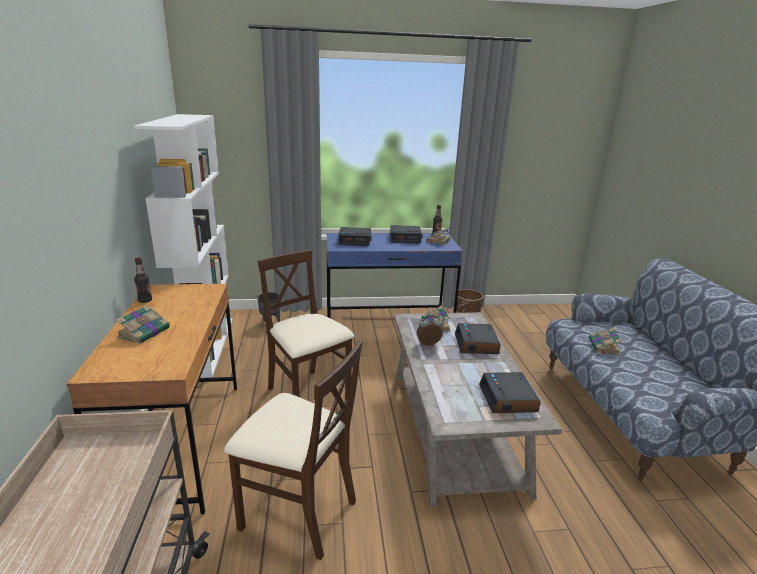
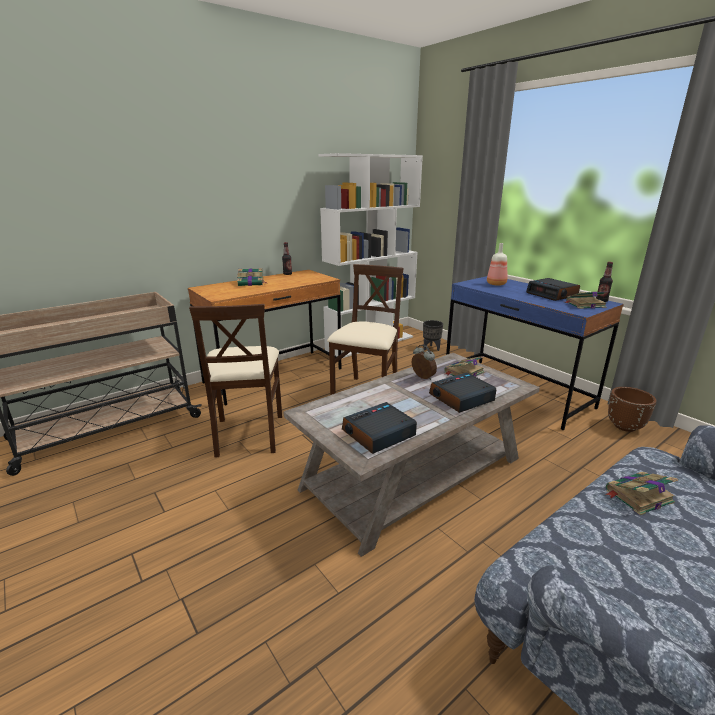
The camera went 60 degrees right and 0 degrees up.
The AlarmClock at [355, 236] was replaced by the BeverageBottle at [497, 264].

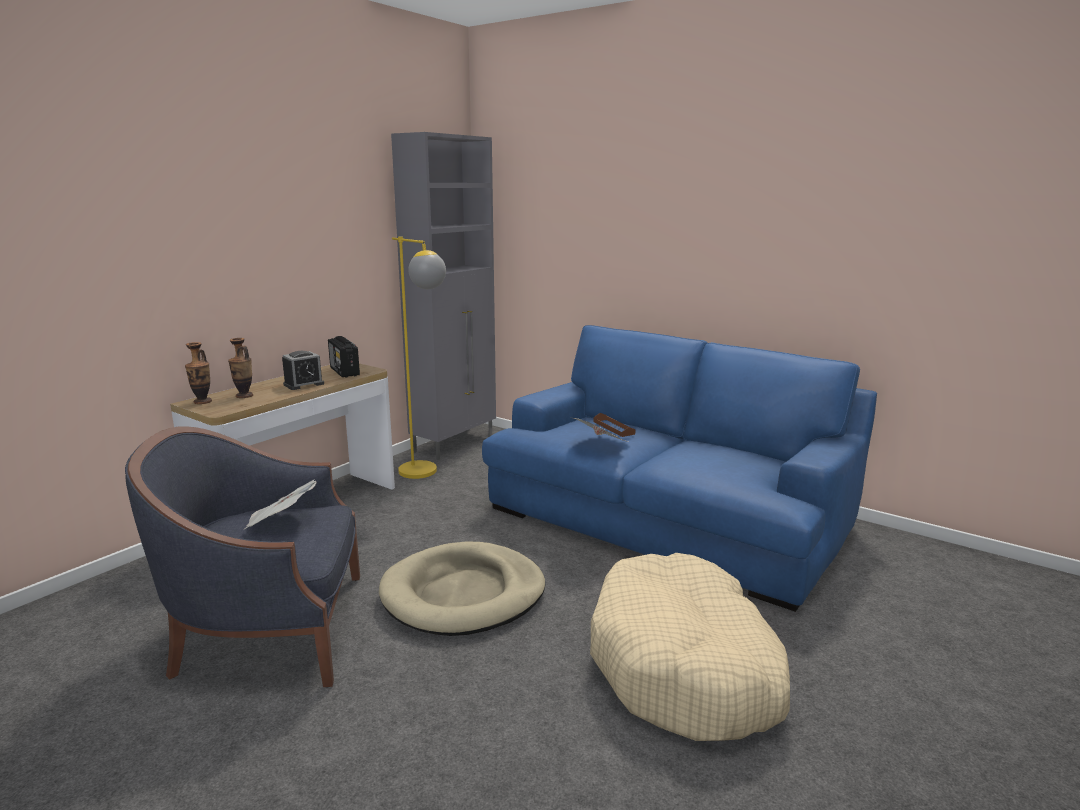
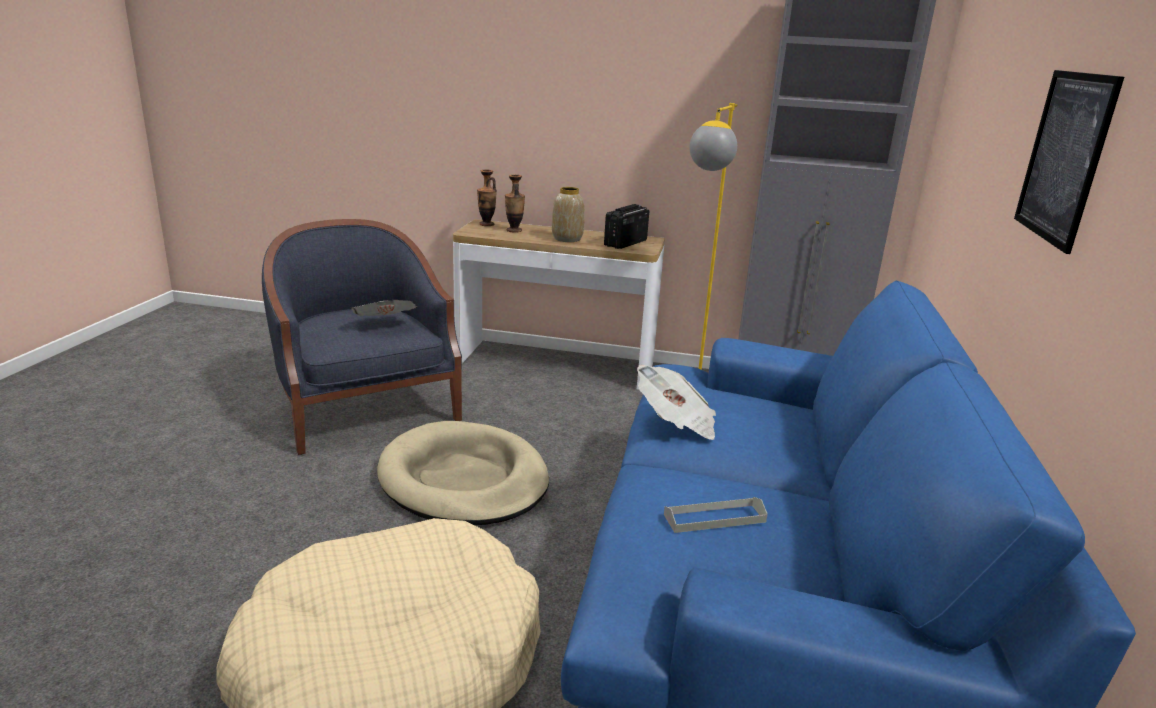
The camera went 65 degrees right and 5 degrees up.
The AlarmClock at [303, 370] was replaced by the FlowerVase at [568, 214].
The BrownishCarryingTray at [615, 425] disappeared.
The GrayCarryingTray at [716, 515] appeared.
The Picture at [1069, 162] appeared.

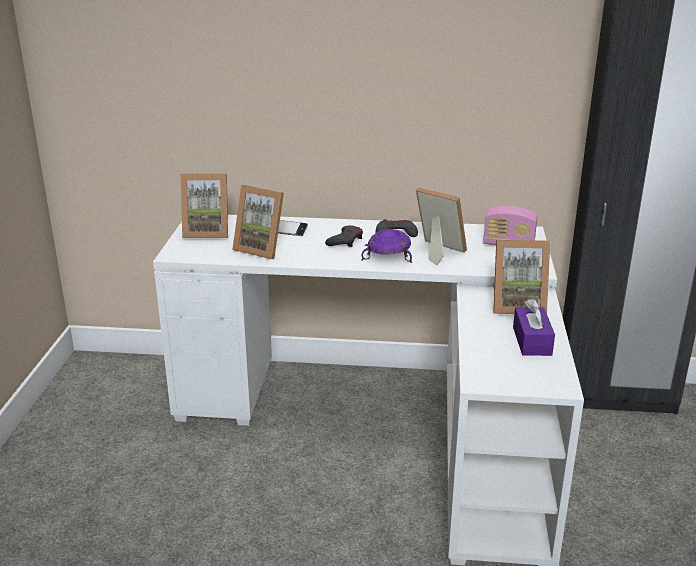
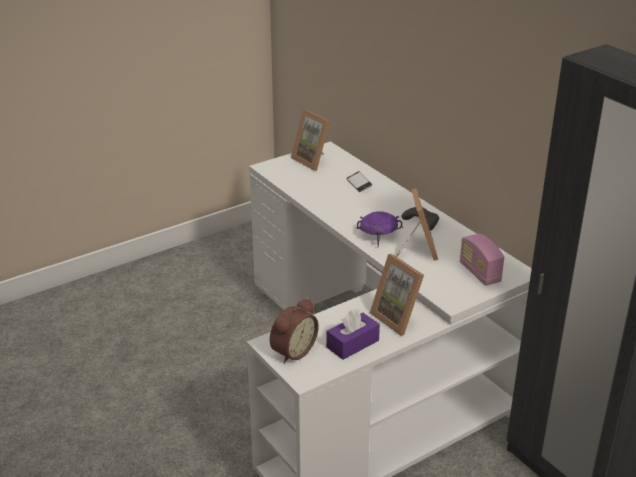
The camera went 50 degrees right and 5 degrees up.
The PictureFrame at [258, 222] disappeared.
The GrayGamepad at [344, 236] disappeared.
The AlarmClock at [294, 331] appeared.

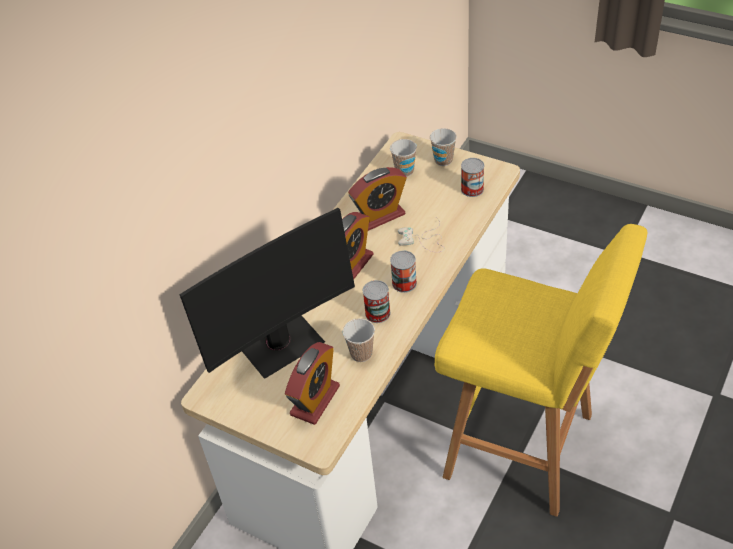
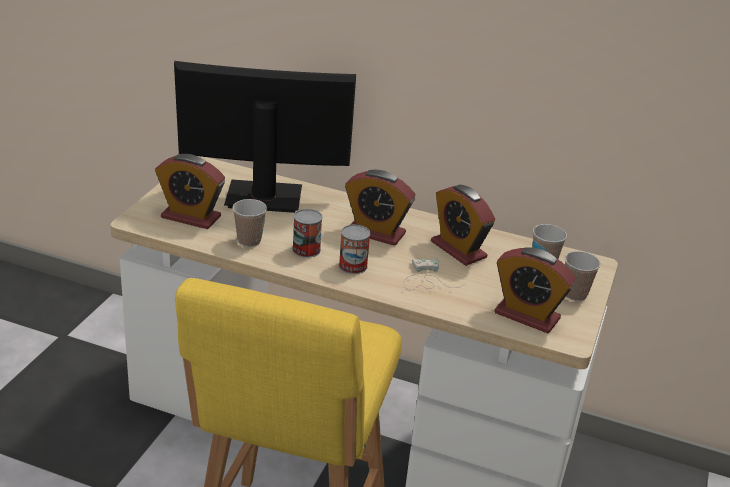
The camera went 75 degrees right and 15 degrees down.
The ComputerDisplay at [267, 293] turned 135 degrees clockwise.
The Can at [472, 177] was replaced by the AlarmClock at [535, 290].

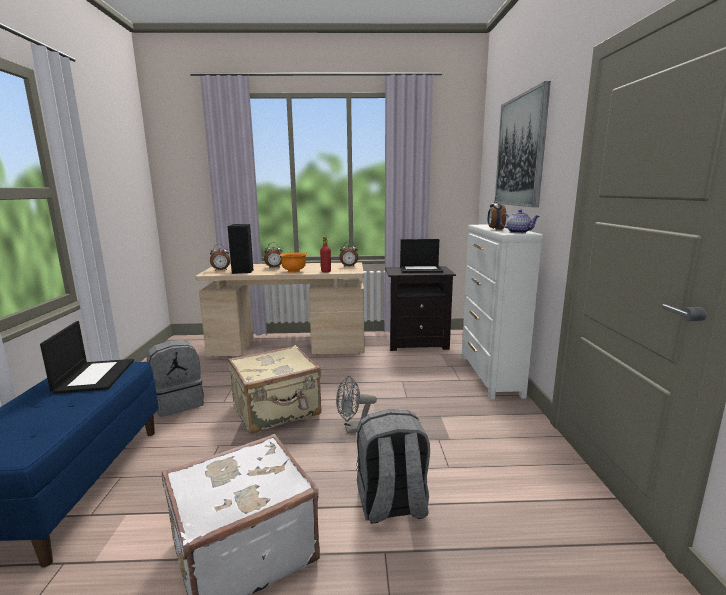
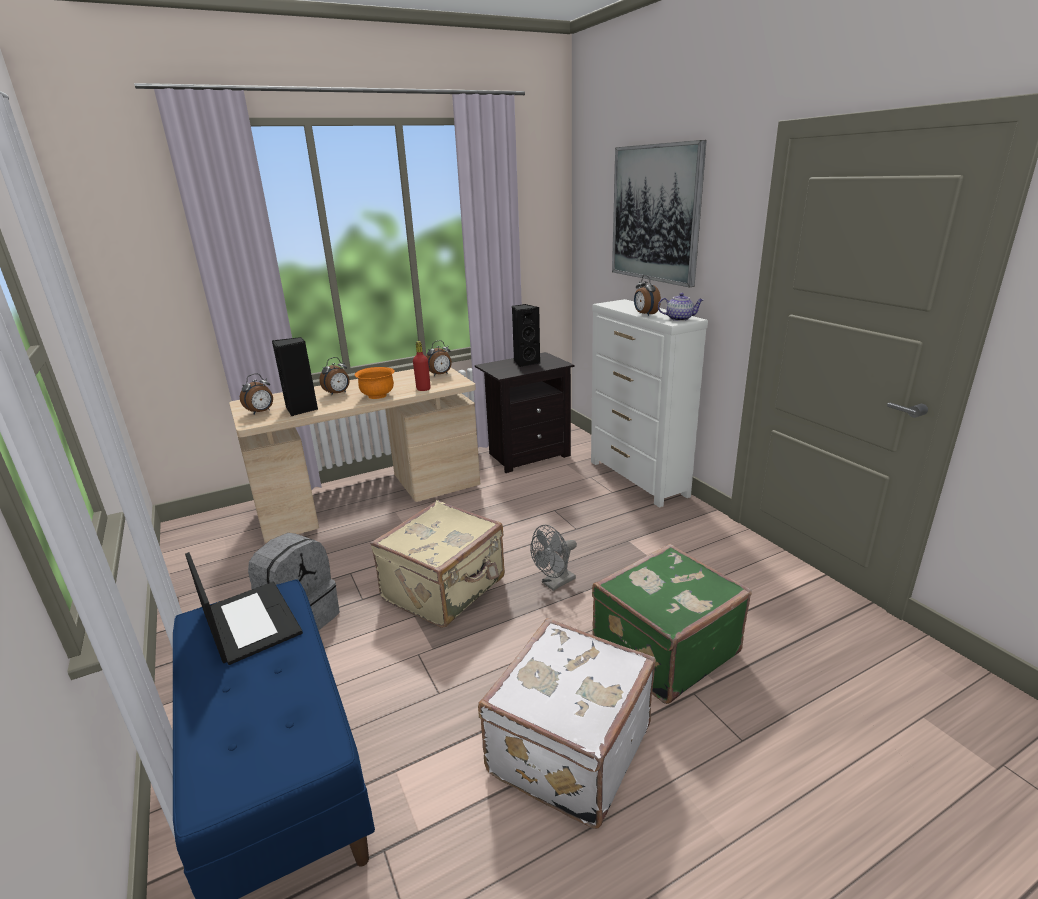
The camera went 25 degrees left and 10 degrees up.
The GrayKnapsack at [393, 466] was replaced by the GreenTravelCase at [672, 624].
The Laptop at [422, 256] was replaced by the BlackAudioSpeaker at [526, 335].

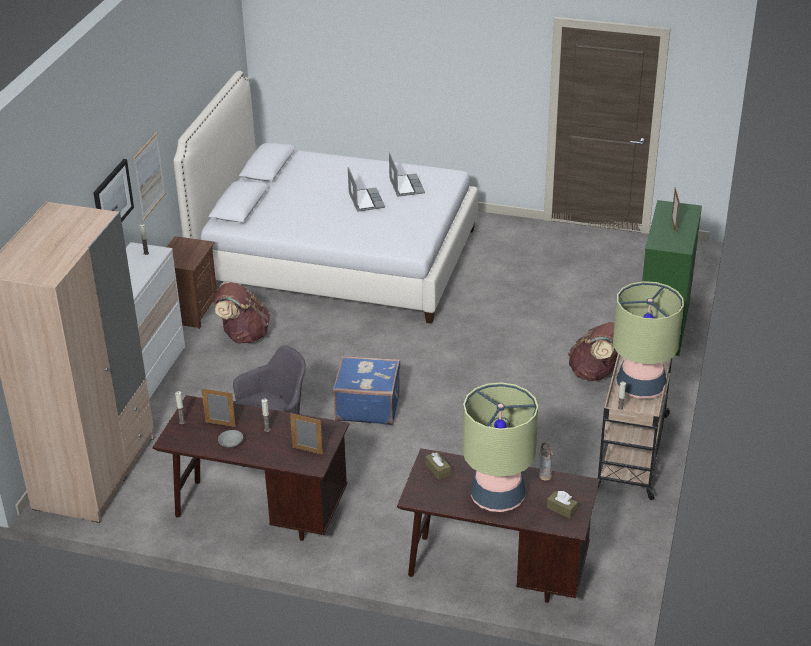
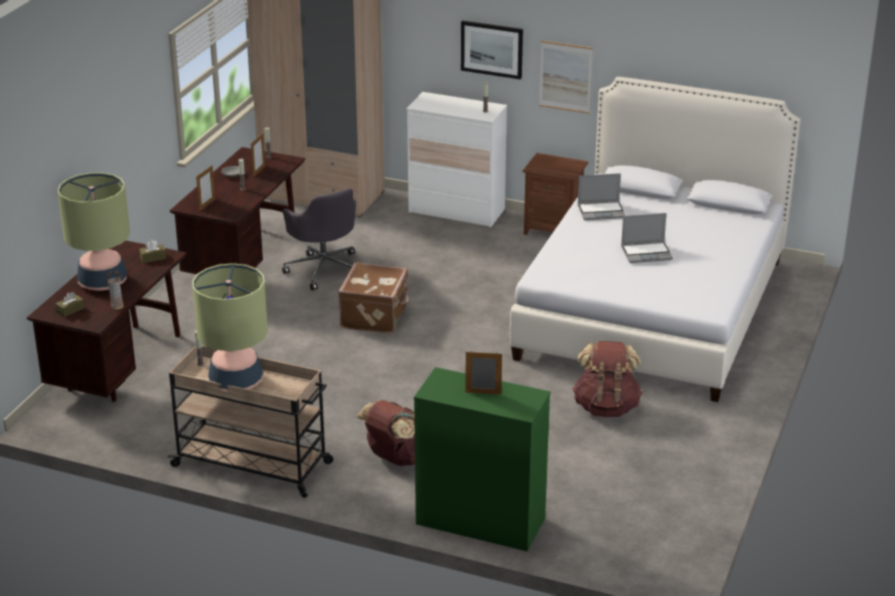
The camera went 95 degrees right and 5 degrees down.
The BrownishKnapsack moved from [242, 312] to [607, 379].
The BlueTravelCase at [367, 390] became the BrownishTravelCase at [374, 298].
The Laptop moved from [407, 174] to [602, 196].

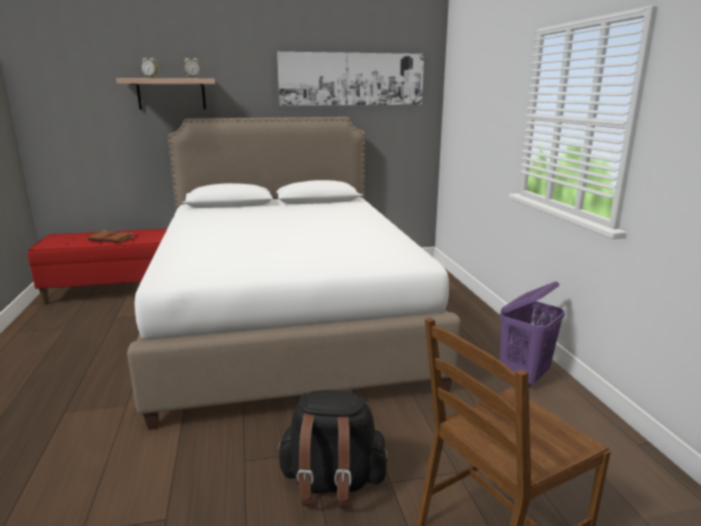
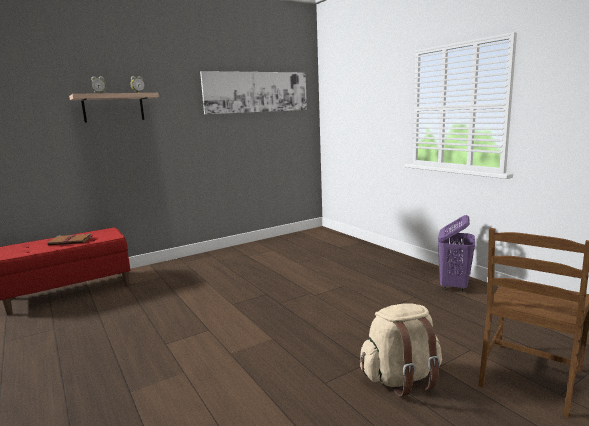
The camera went 20 degrees left and 5 degrees down.
The WhiteSleepingBed at [294, 273] disappeared.
The BlackKnapsack at [332, 449] became the BeigeKnapsack at [401, 349].

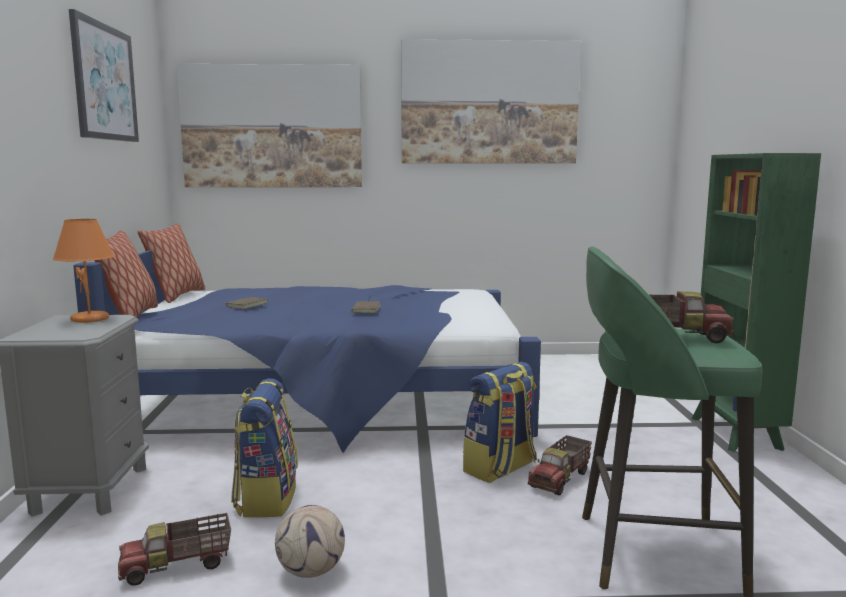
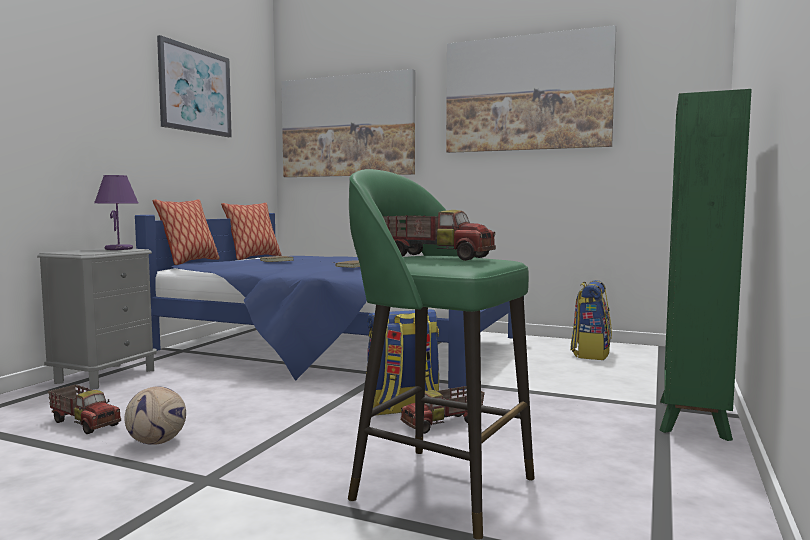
The camera went 25 degrees right and 5 degrees down.
The OrangeyLampForATable at [84, 271] became the PurpleLampForATable at [116, 212].
The ModelTruck at [174, 549] turned 150 degrees counterclockwise.
The Knapsack moved from [264, 448] to [591, 320].

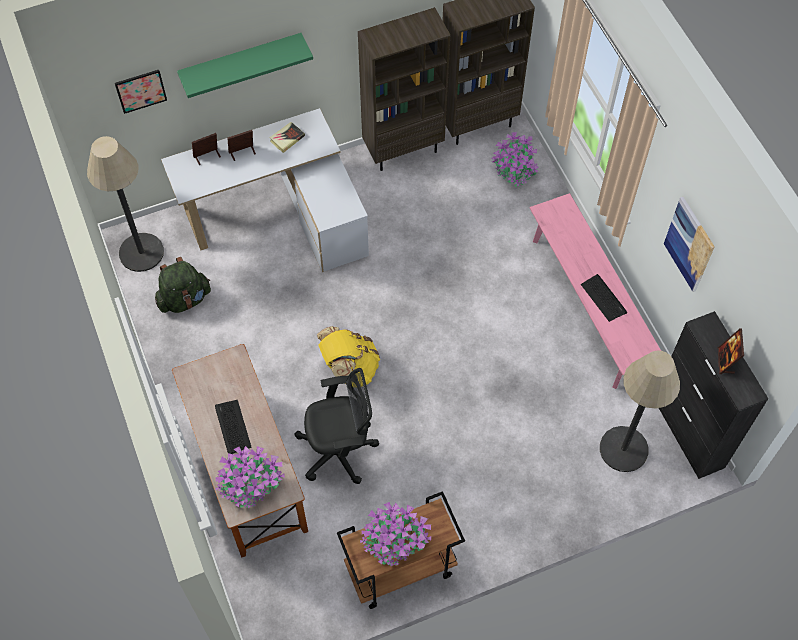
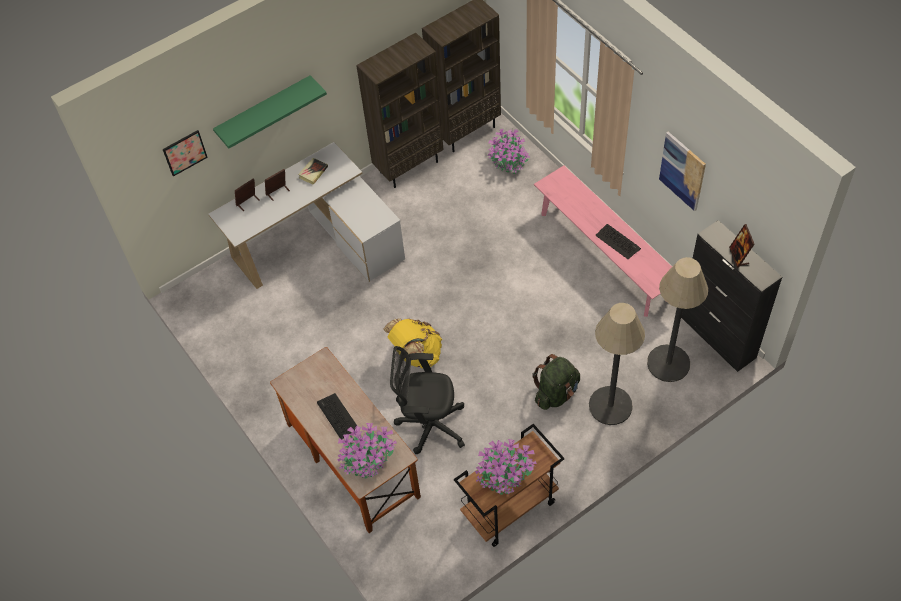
The camera went 10 degrees left and 5 degrees down.
The FloorLamp moved from [125, 204] to [617, 364].
The GreenKnapsack moved from [183, 285] to [556, 382].
The BlackComputerChair at [336, 426] turned 150 degrees counterclockwise.

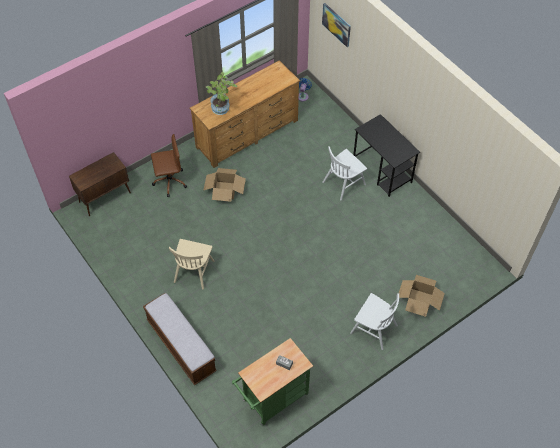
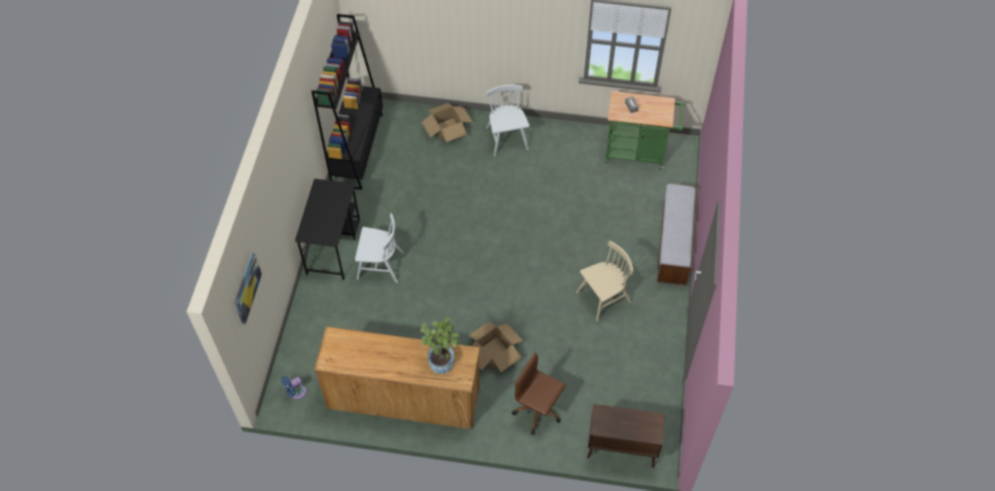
The camera went 135 degrees left and 0 degrees up.
The BlackBookcase at [347, 102] appeared.

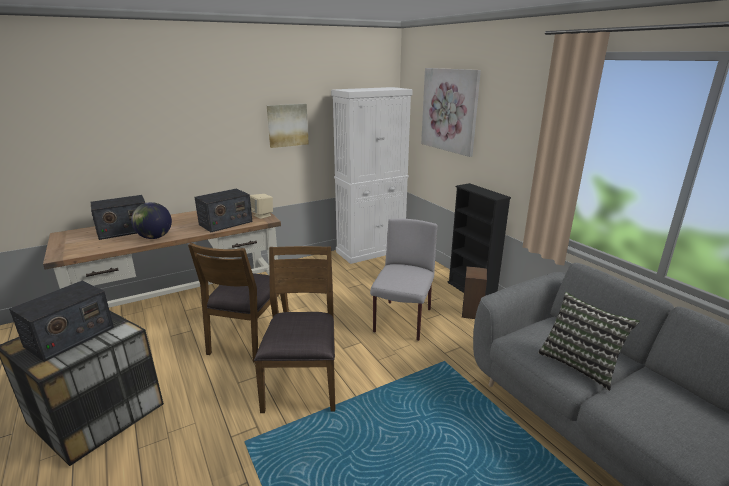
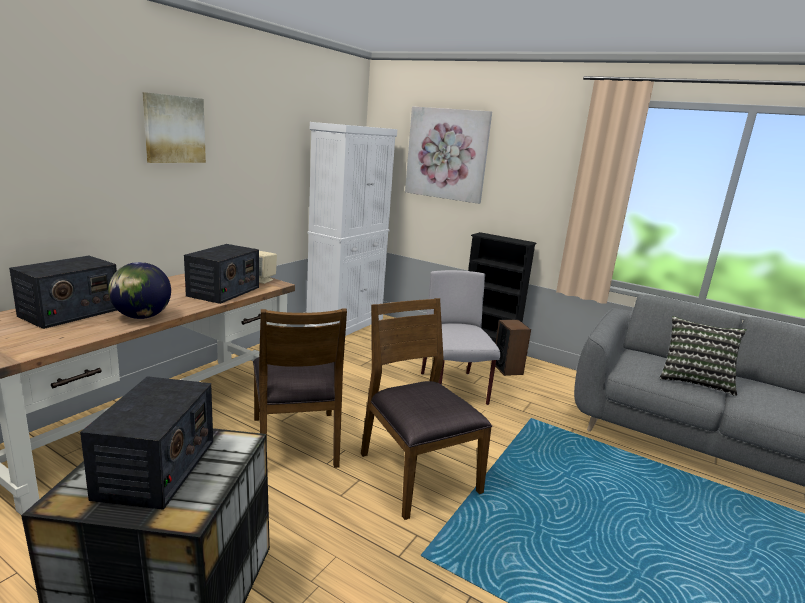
The camera went 30 degrees left and 5 degrees down.
The Picture moved from [288, 126] to [174, 127].

